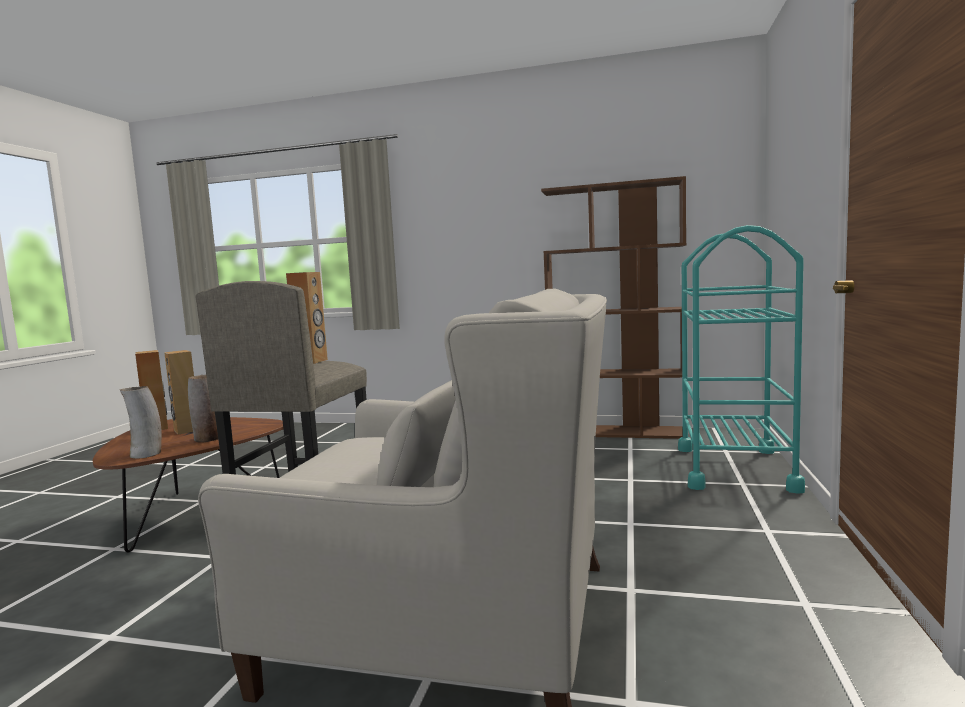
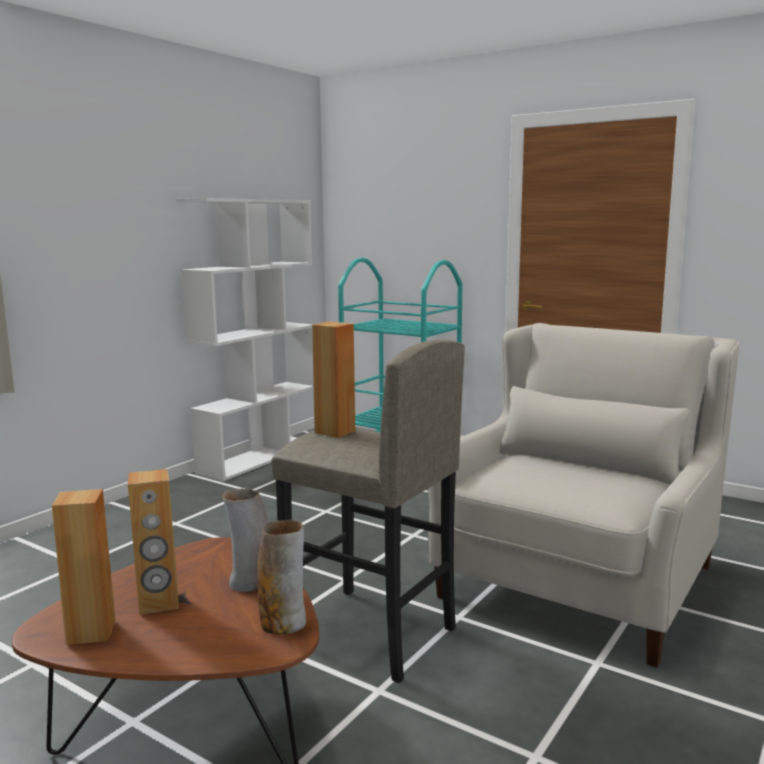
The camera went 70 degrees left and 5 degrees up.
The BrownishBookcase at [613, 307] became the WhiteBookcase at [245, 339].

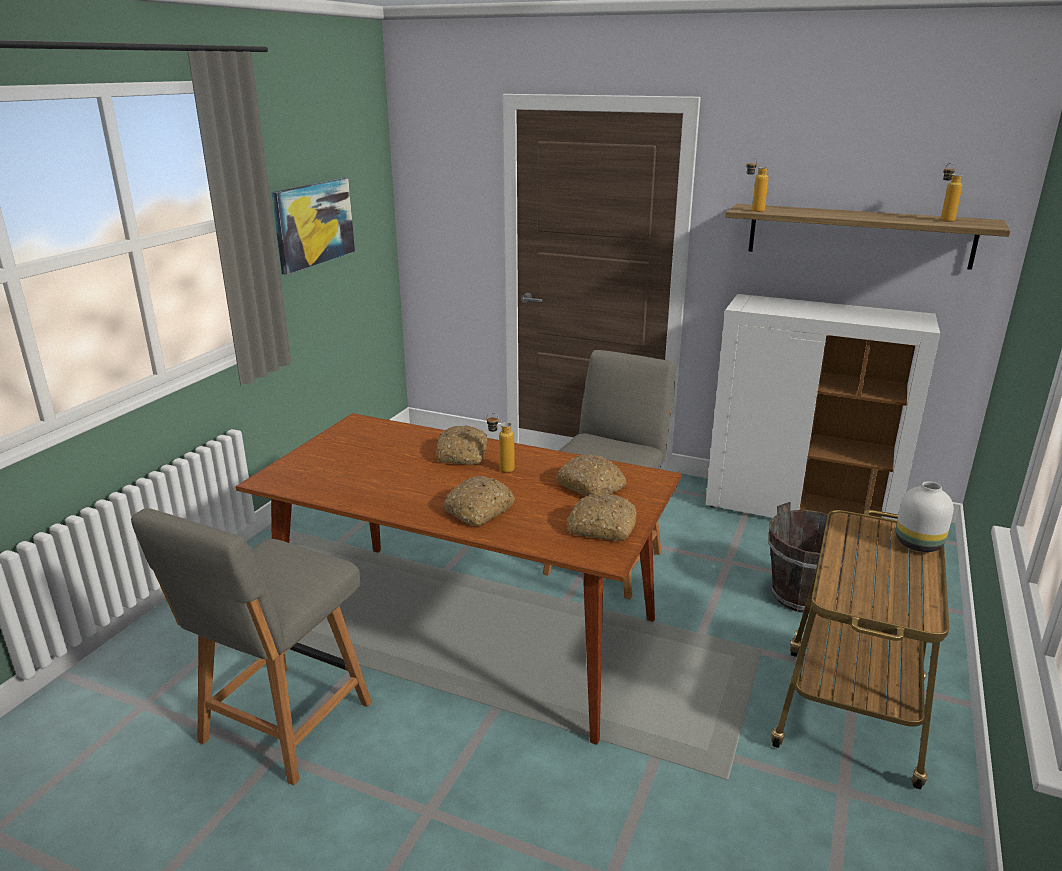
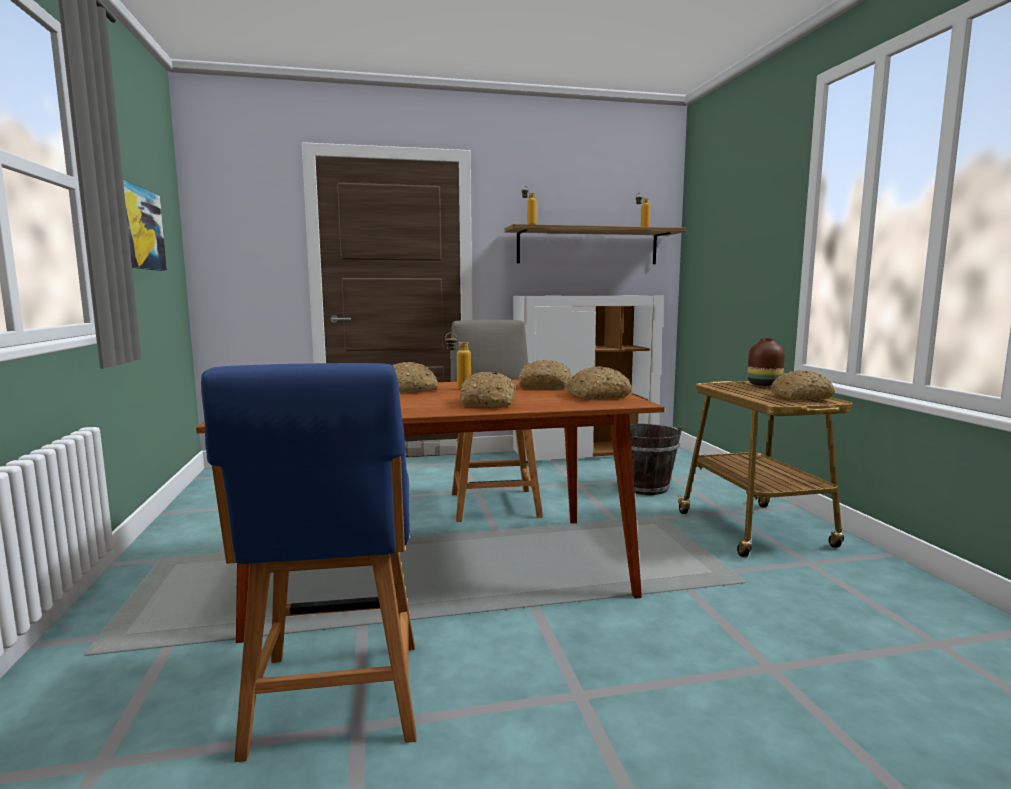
The camera went 35 degrees left and 15 degrees down.
The GrayUprightChair at [251, 646] became the BlueUprightChair at [309, 562].
The WhiteFlowerVase at [925, 516] became the BrownishFlowerVase at [766, 362].
The BakedBread at [802, 384] appeared.

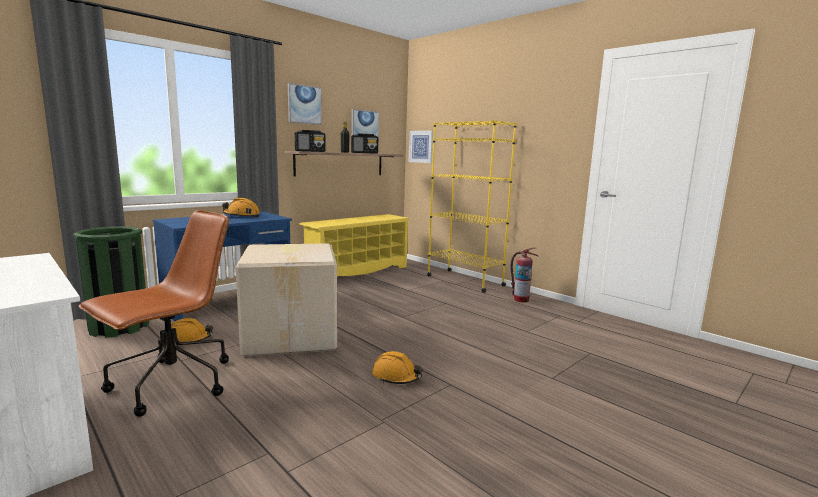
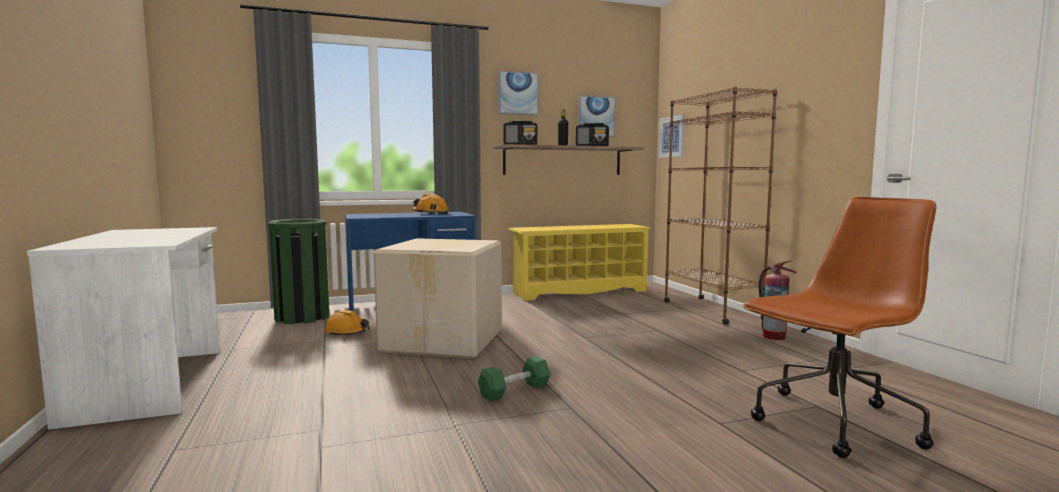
The camera went 25 degrees right and 5 degrees down.
The BrownishComputerChair moved from [153, 313] to [839, 327].
The OrangeyHardHat at [397, 367] was replaced by the GreenDumbbell at [514, 378].
The YellowBookcase at [472, 206] became the BrownishBookcase at [720, 206].

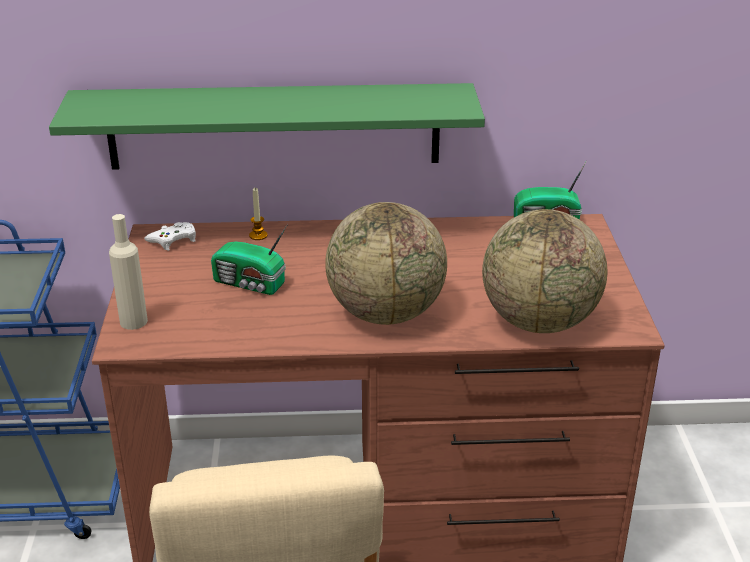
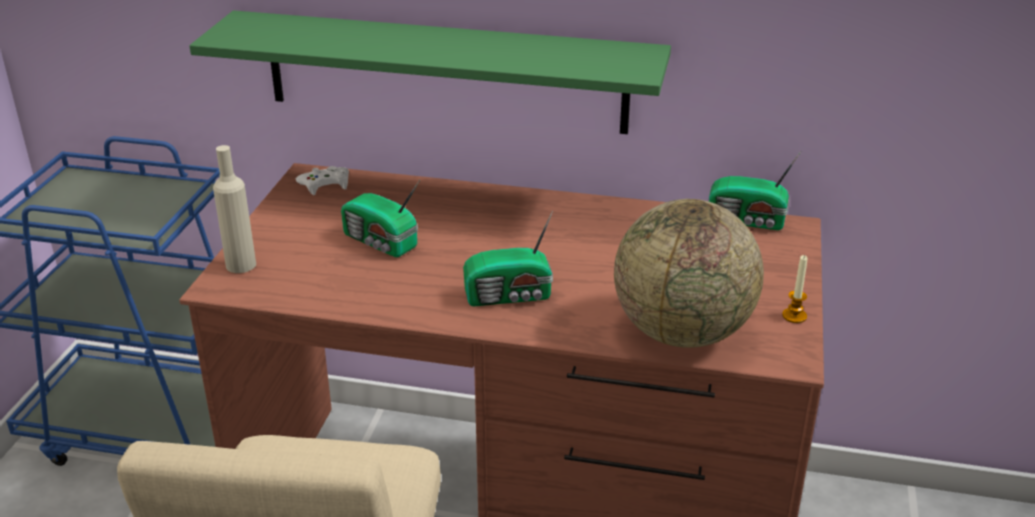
The camera went 15 degrees right and 0 degrees up.
The Candle moved from [258, 214] to [795, 289].
The WorldGlobe at [386, 263] was replaced by the RadioReceiver at [508, 258].

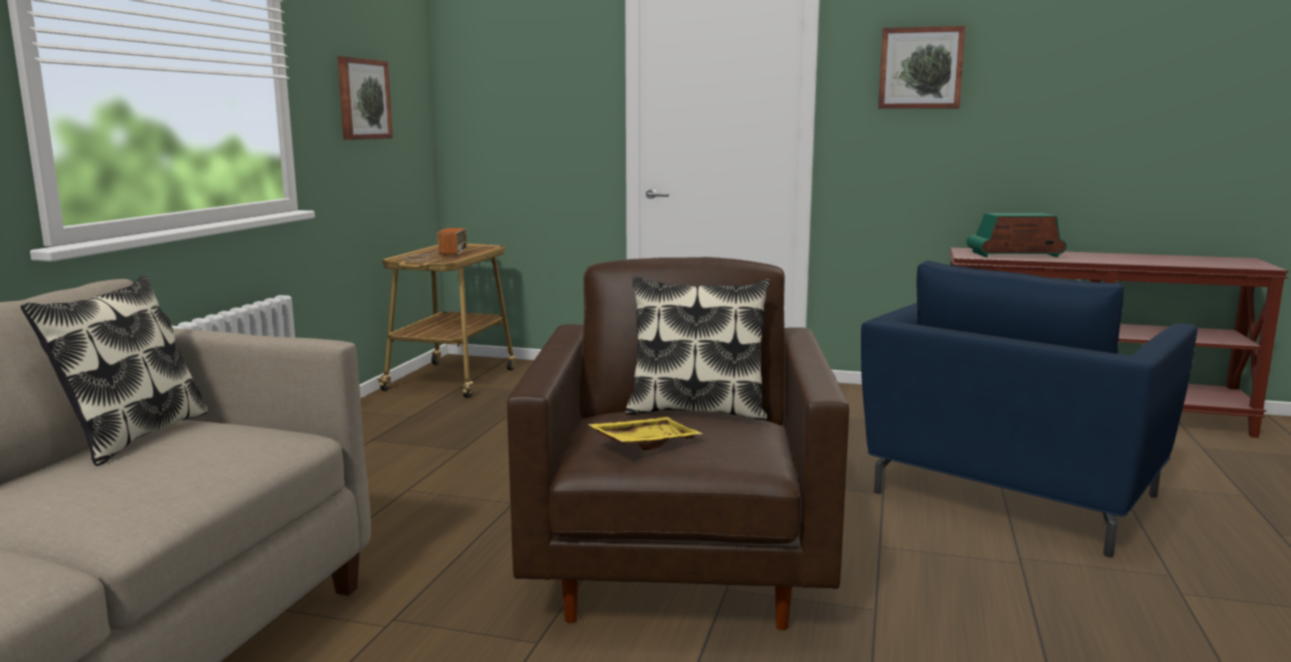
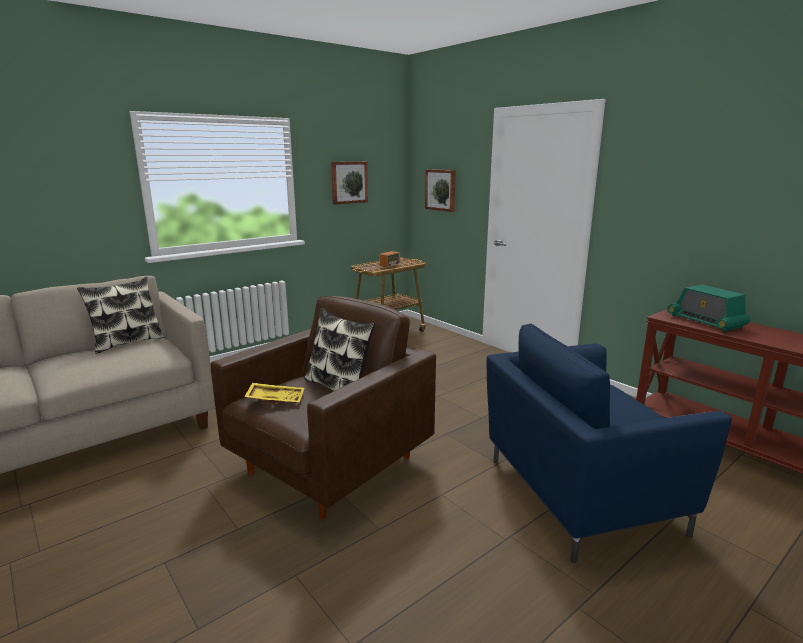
The camera went 35 degrees right and 5 degrees up.
The Picture moved from [922, 67] to [440, 190].
The RadioReceiver at [1017, 235] turned 150 degrees counterclockwise.

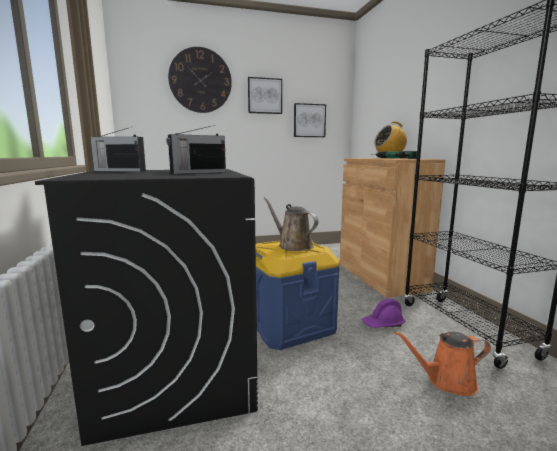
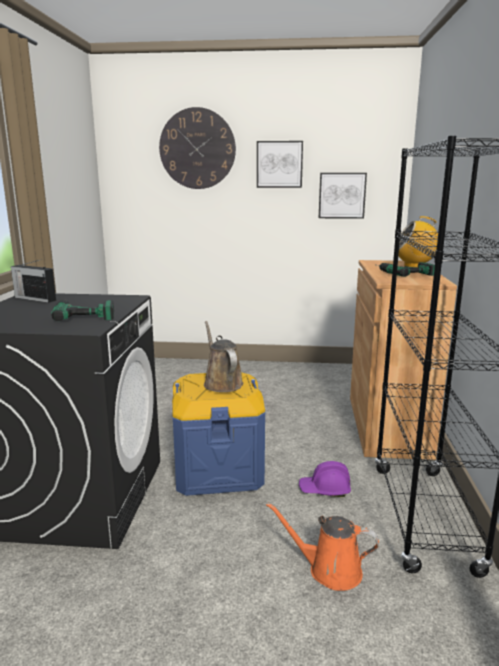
The camera went 20 degrees right and 5 degrees up.
The RadioReceiver at [196, 149] was replaced by the Drill at [82, 310].

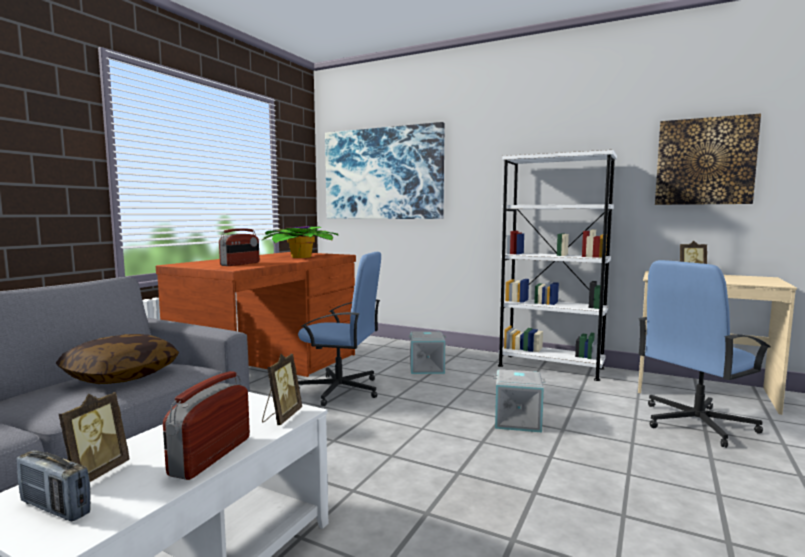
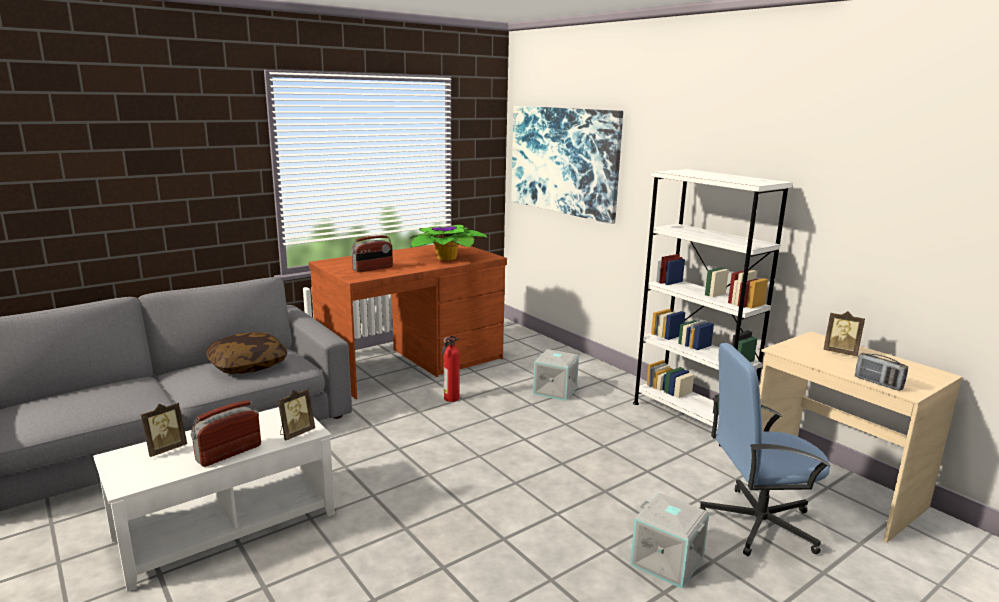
The camera went 25 degrees right and 10 degrees up.
The RadioReceiver moved from [54, 485] to [881, 372].
The BlueComputerChair at [339, 329] was replaced by the Extinguisher at [451, 369].
The GrayStorageBox moved from [520, 401] to [669, 541].
The Picture at [708, 159] disappeared.

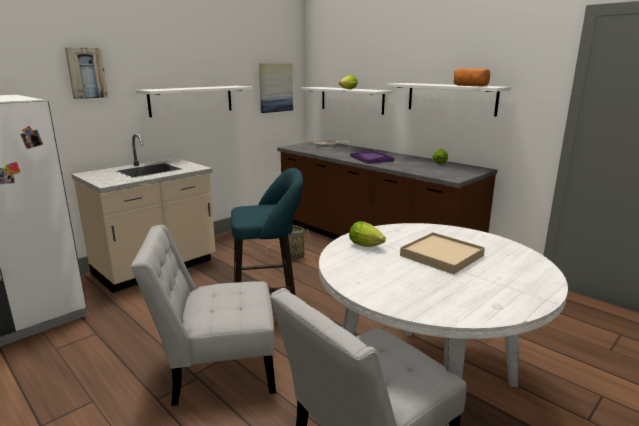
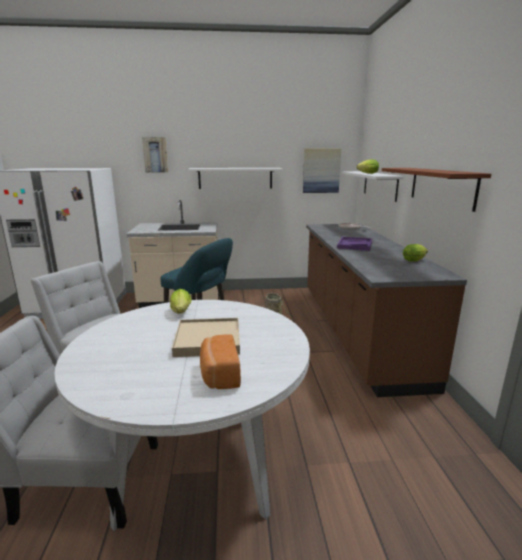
The camera went 40 degrees right and 0 degrees up.
The WhiteShelf at [448, 99] became the BrownishShelf at [436, 190].
The BakedBread moved from [472, 77] to [220, 361].

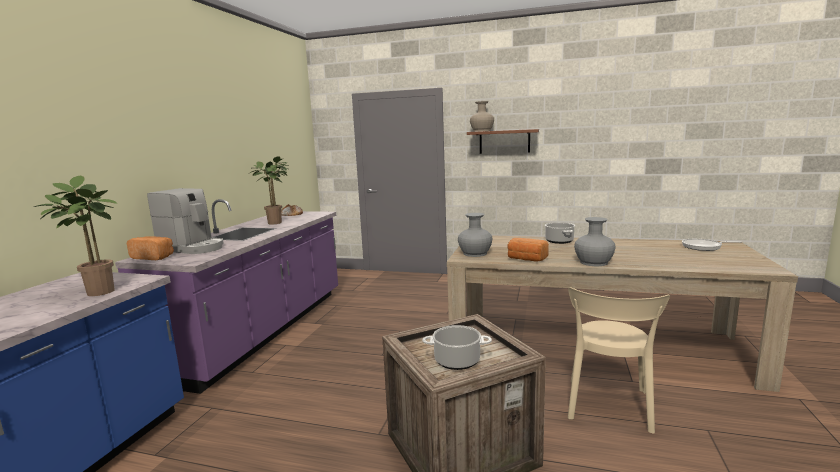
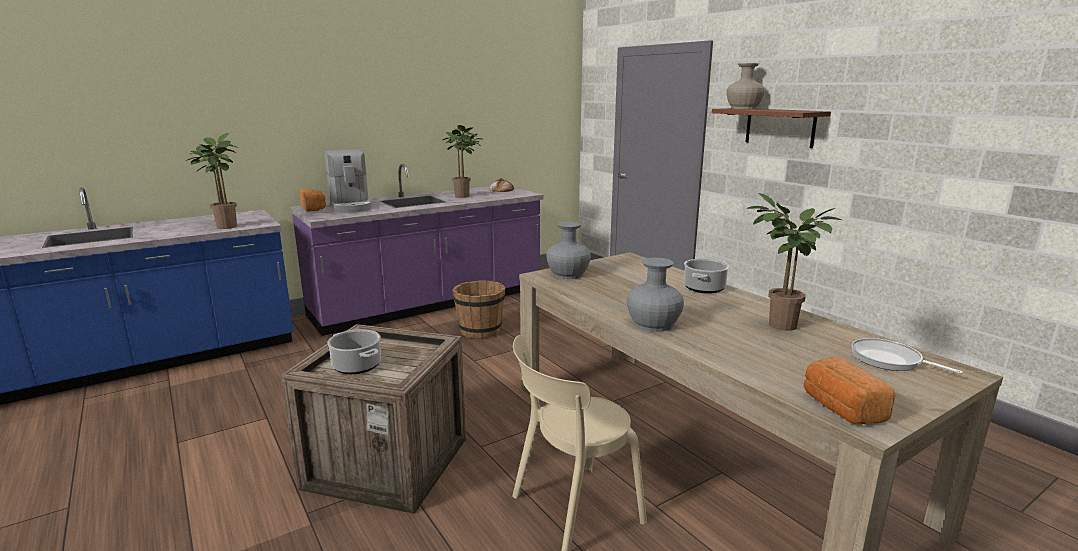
The camera went 40 degrees right and 5 degrees up.
The BakedBread moved from [528, 250] to [849, 391].
The BrownishBucket at [479, 309] appeared.
The Houseplant at [794, 262] appeared.

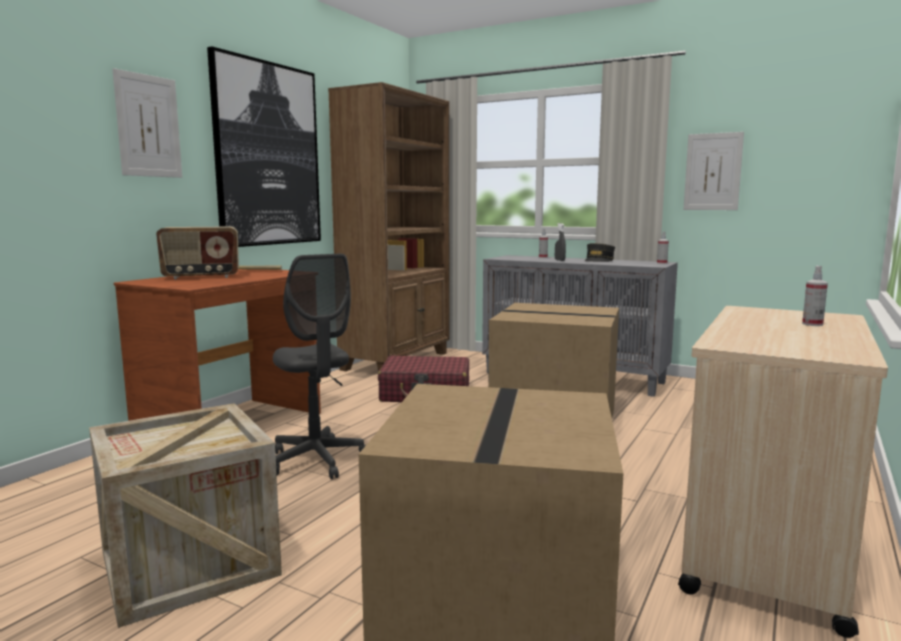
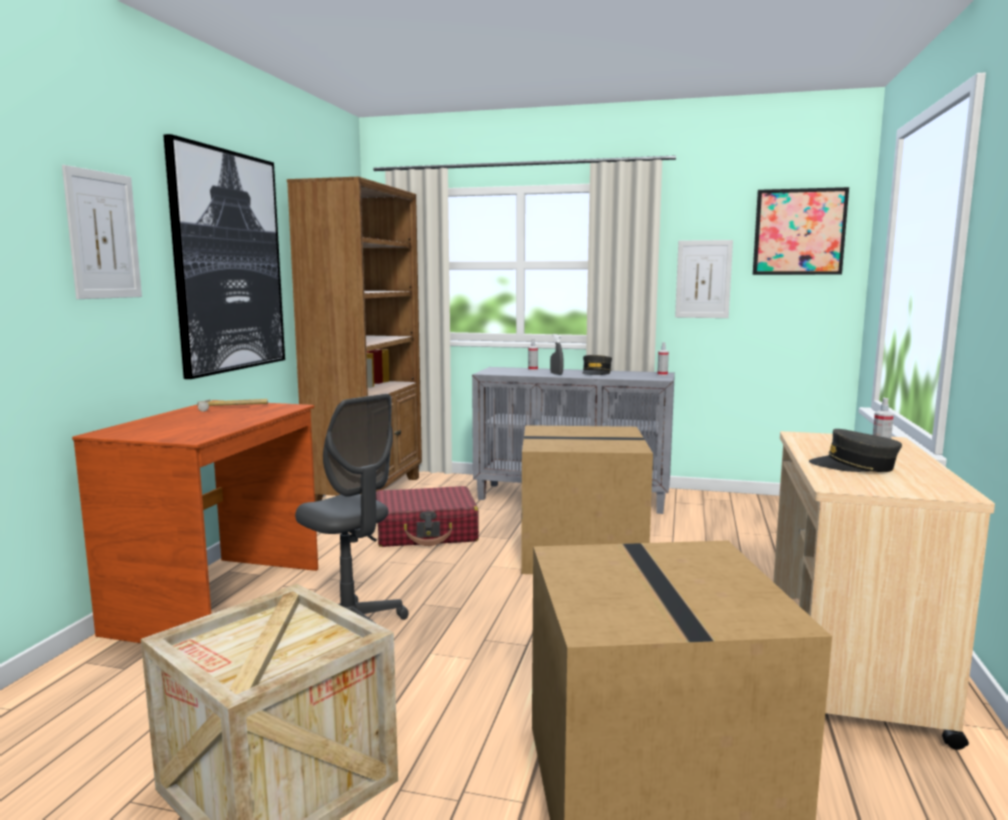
The camera went 15 degrees left and 0 degrees up.
The RadioReceiver at [197, 253] disappeared.
The Picture at [801, 231] appeared.
The GrayBaseballCap at [855, 450] appeared.

